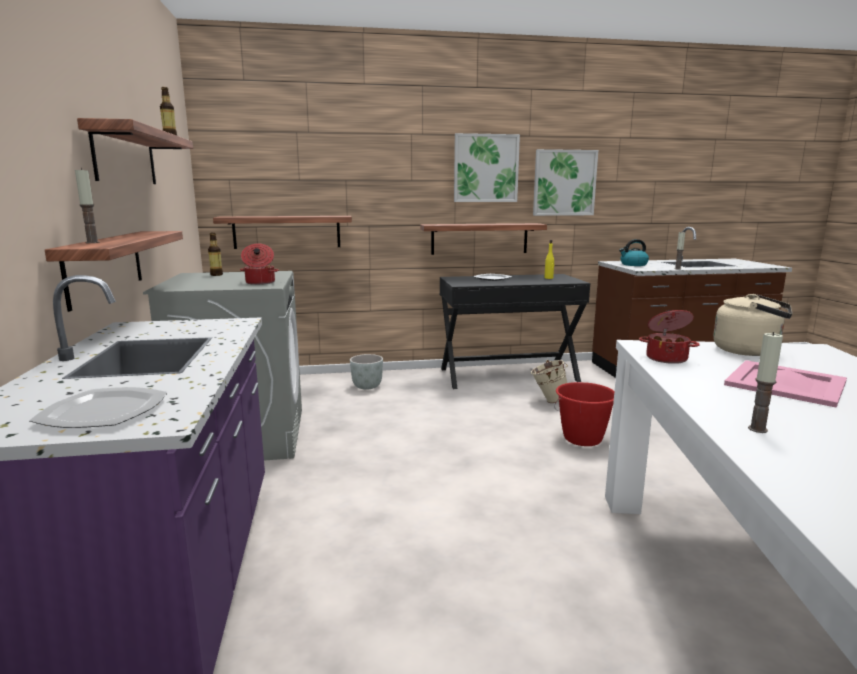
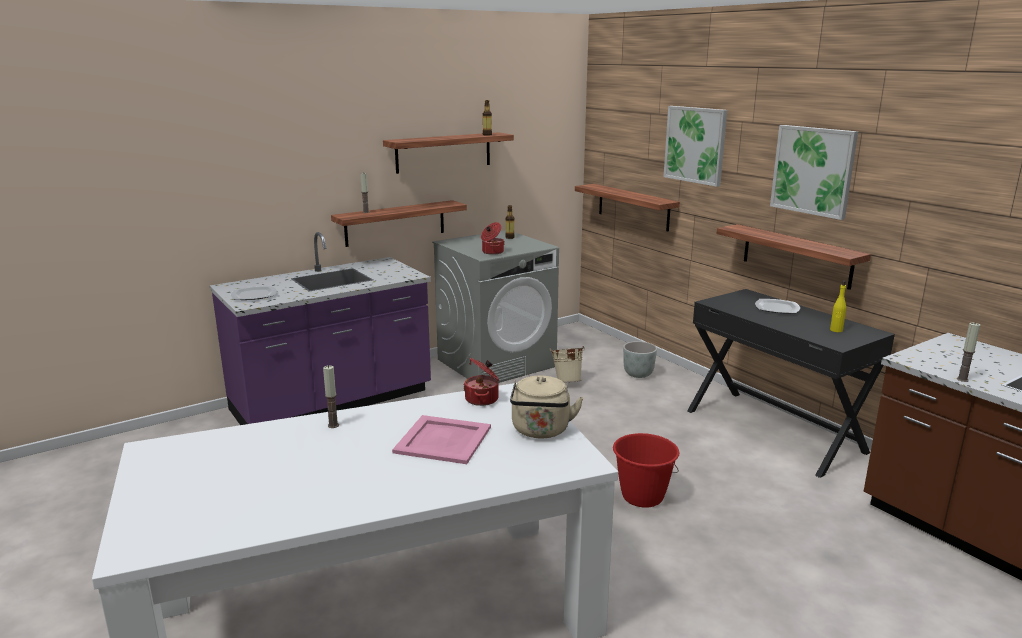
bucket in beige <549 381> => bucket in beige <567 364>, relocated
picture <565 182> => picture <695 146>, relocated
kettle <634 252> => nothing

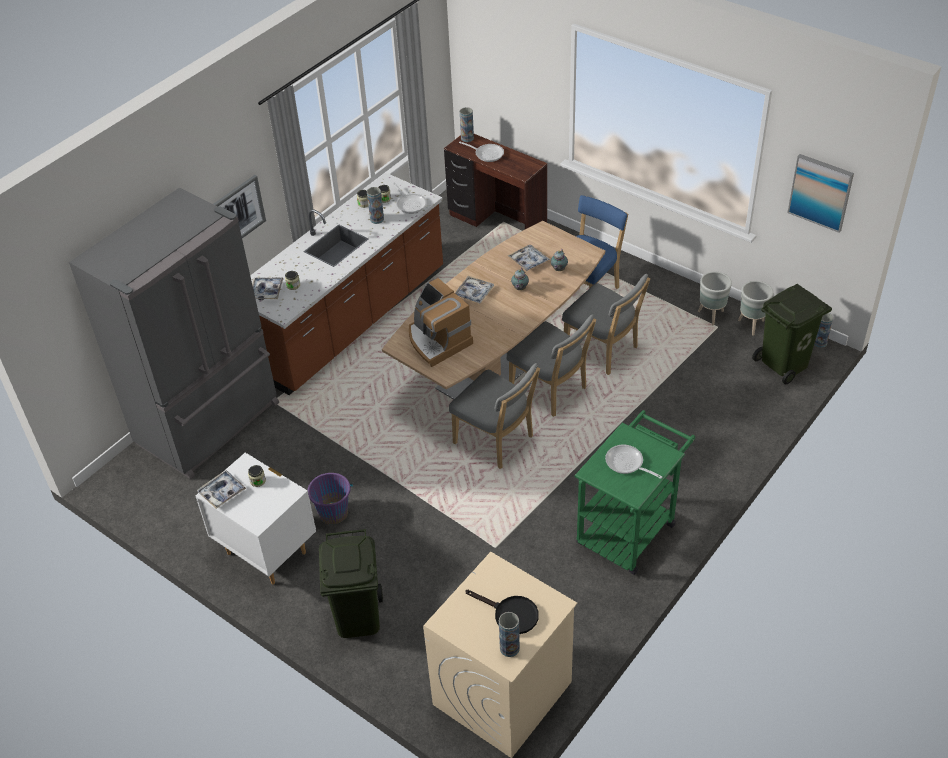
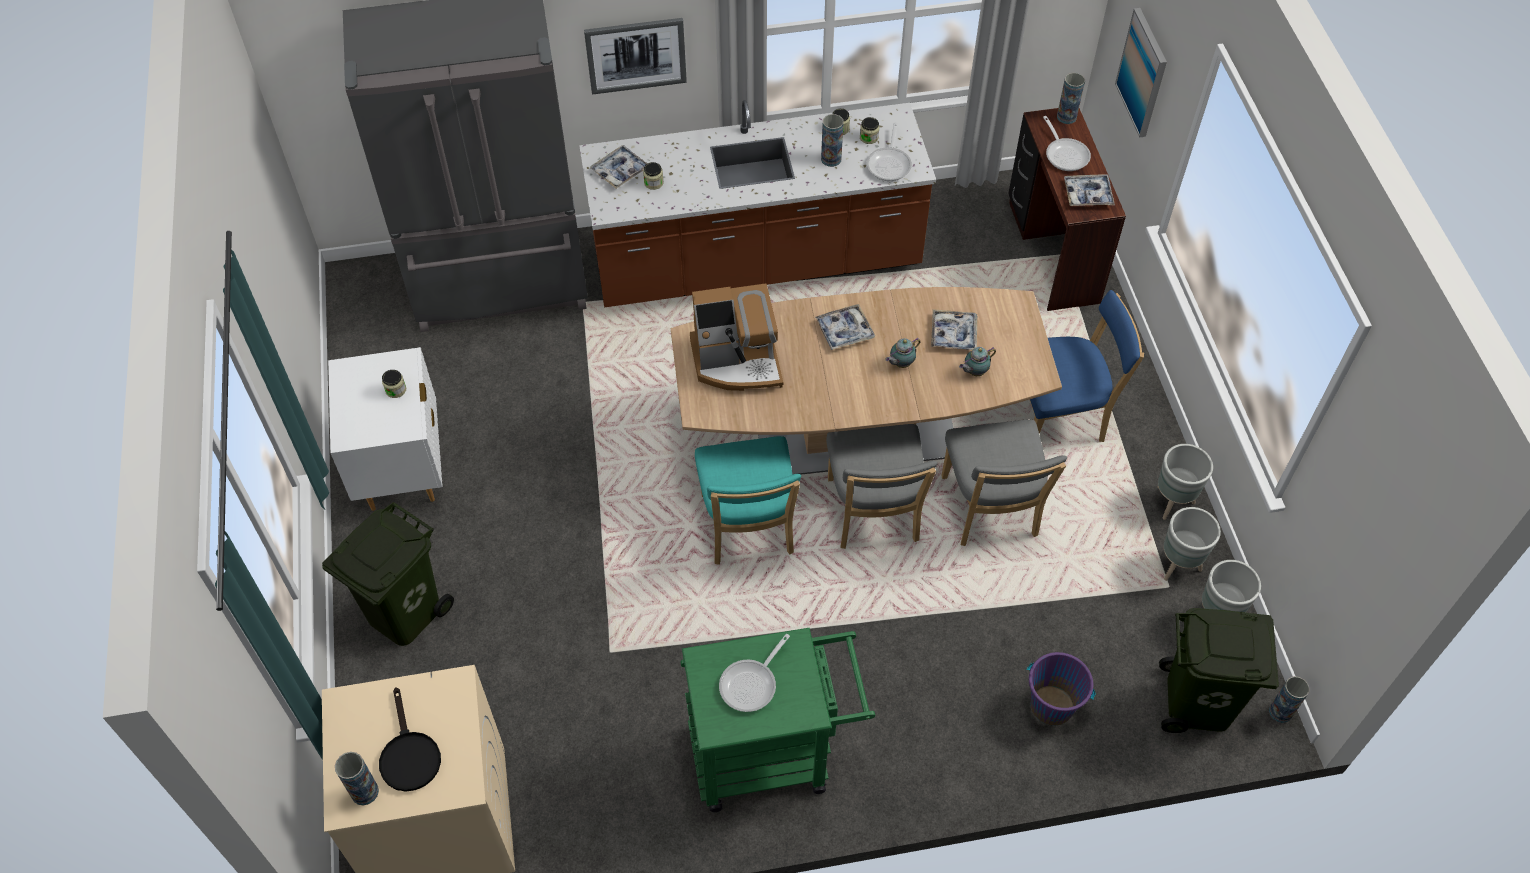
coffee machine <441 322> => coffee machine <737 337>, 105 degrees counterclockwise
chair in grey <494 416> => chair in turquoise <748 500>
frying pan <633 462> => frying pan <754 673>, 135 degrees counterclockwise
bucket in purple <330 499> => bucket in purple <1061 688>, relocated
tray <221 489> => tray <1089 190>, relocated
picture <820 193> => picture <1141 72>, relocated
nothing => planter in grey <1185 482>

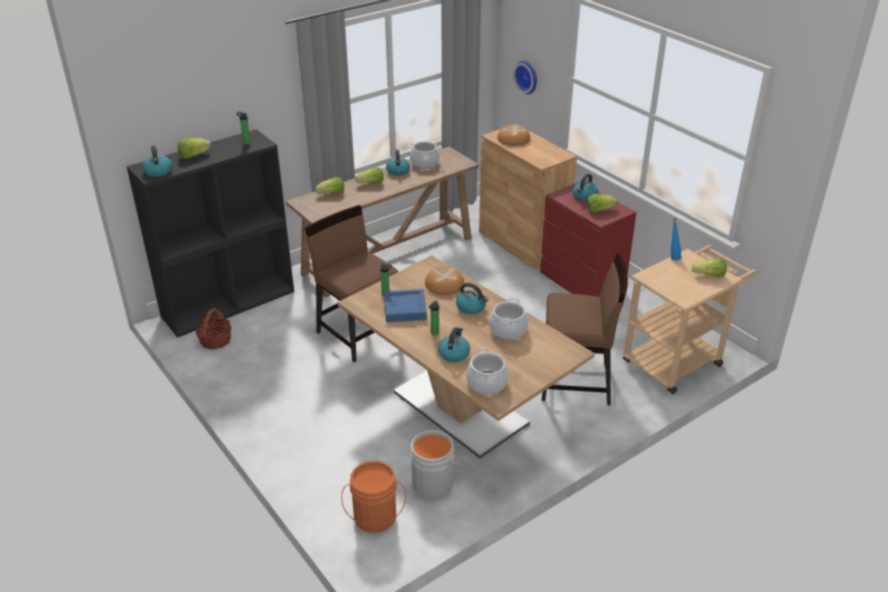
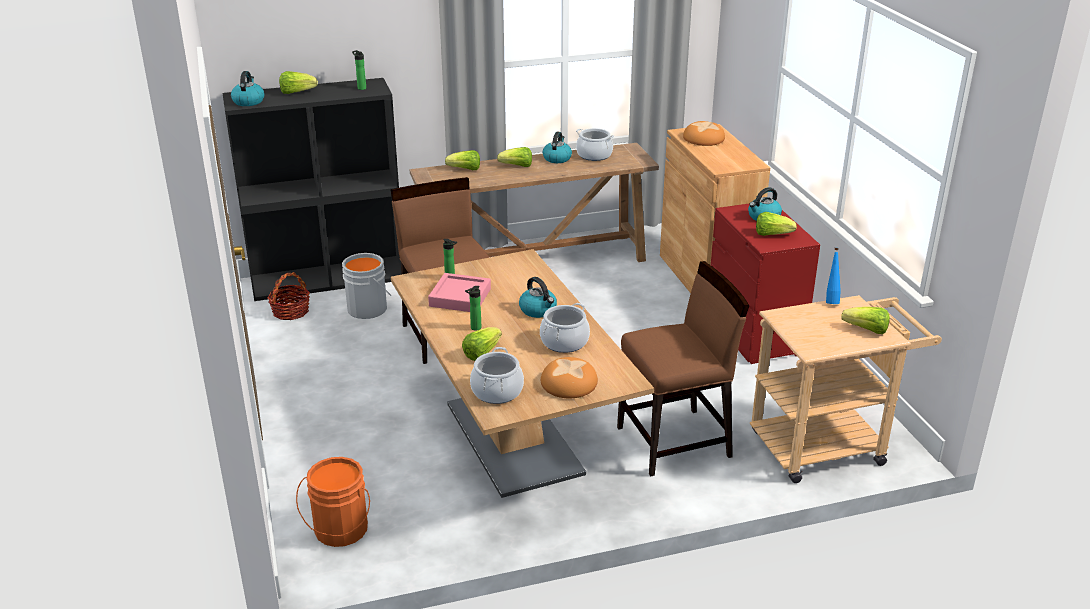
bucket in grey <437 464> => bucket in grey <367 286>, relocated
tray in blue <405 305> => tray in pink <459 292>
kettle <454 344> => lettuce <482 344>
bread <444 281> => bread <569 377>, relocated
chair in brown <585 329> => chair in brown <683 368>, 45 degrees counterclockwise
wall clock <525 77> => nothing

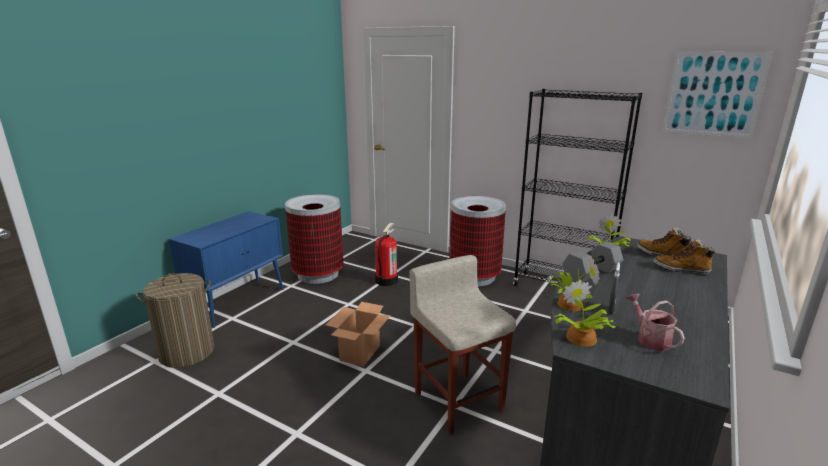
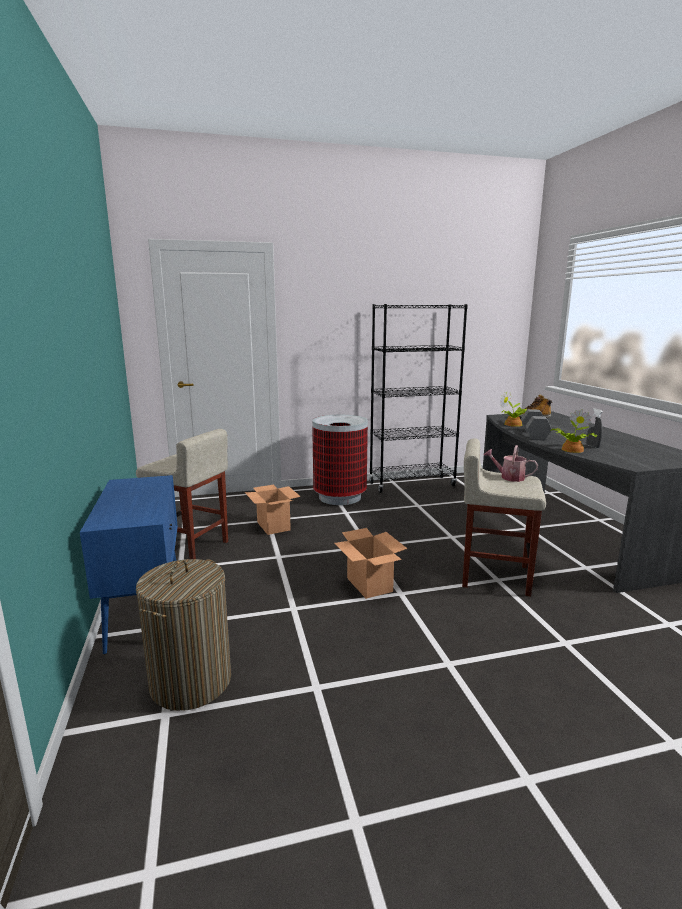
trash can <314 239> => stool in beige <182 494>
fire extinguisher <386 254> => cardboard box <273 510>
watering can <655 322> => watering can <511 463>, relocated
potted plant <585 313> => nothing
boot <685 256> => nothing
picture <717 94> => nothing

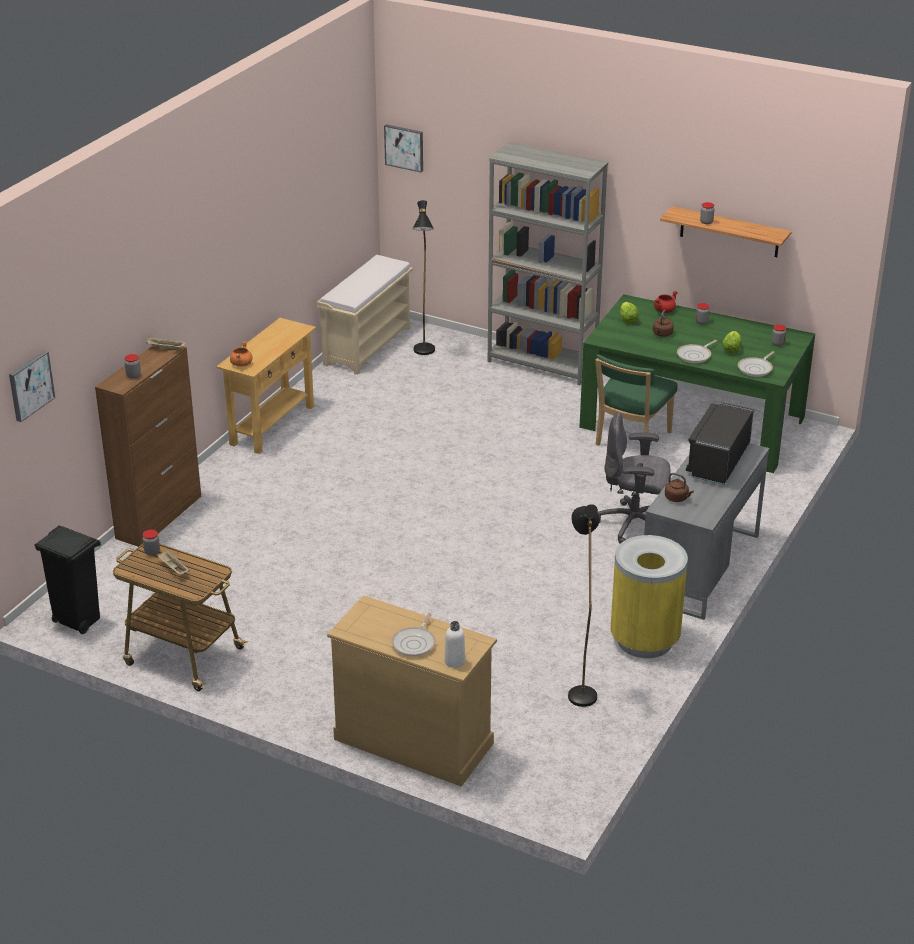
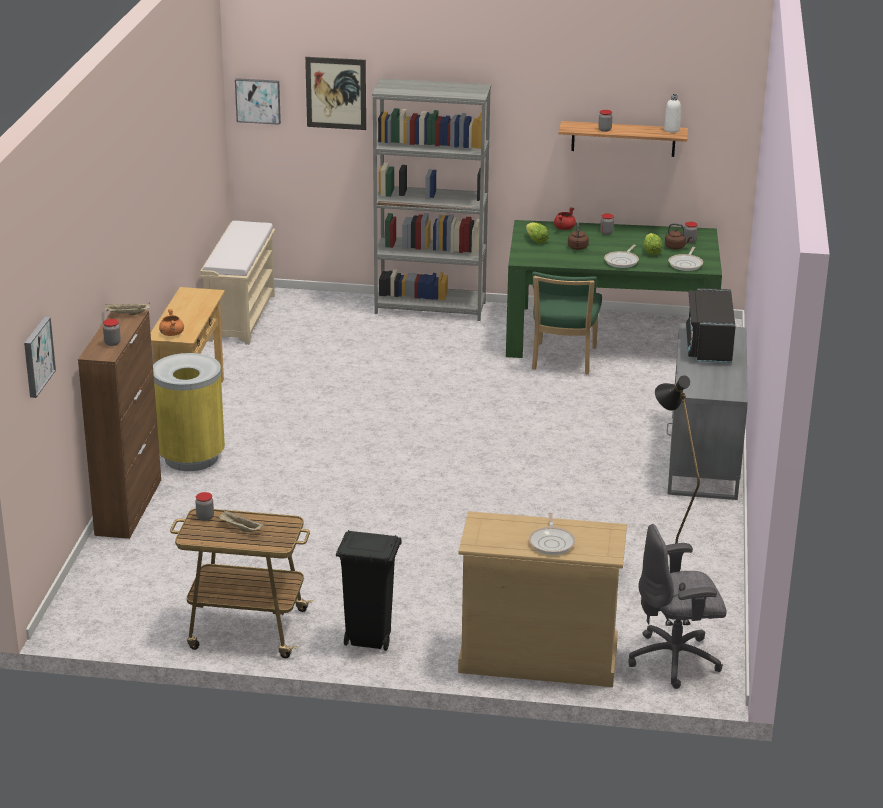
trash can in yellow <649 596> => trash can in yellow <189 412>, relocated
nothing => picture <335 93>
trash can in black <67 579> => trash can in black <368 590>, relocated
office chair in grey <634 478> => office chair in grey <677 606>, relocated
bottle in white <455 644> => bottle in white <672 113>, relocated
kettle in brown <679 487> => kettle in brown <678 236>, relocated
floor lamp in black <423 277> => nothing

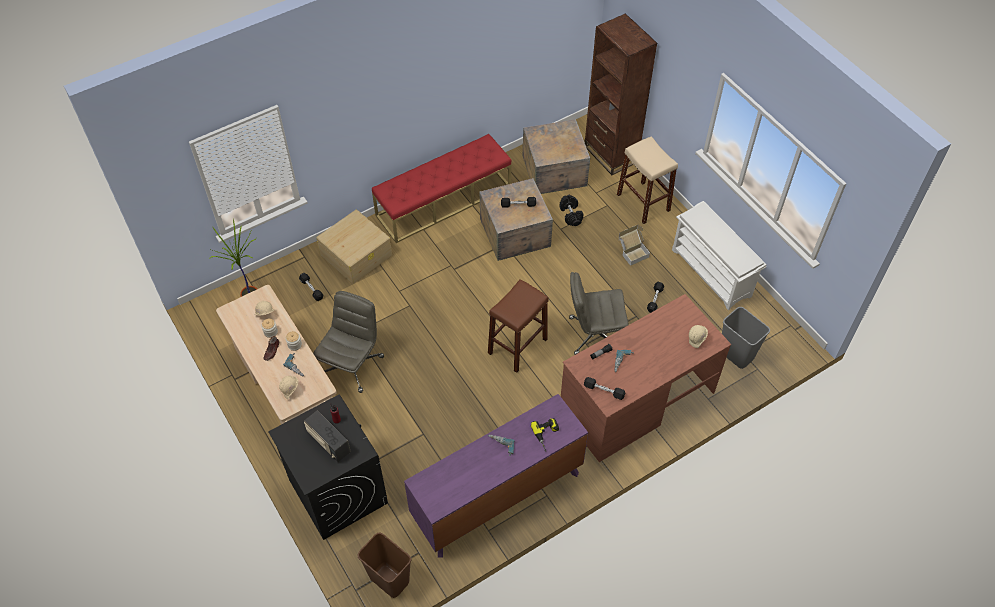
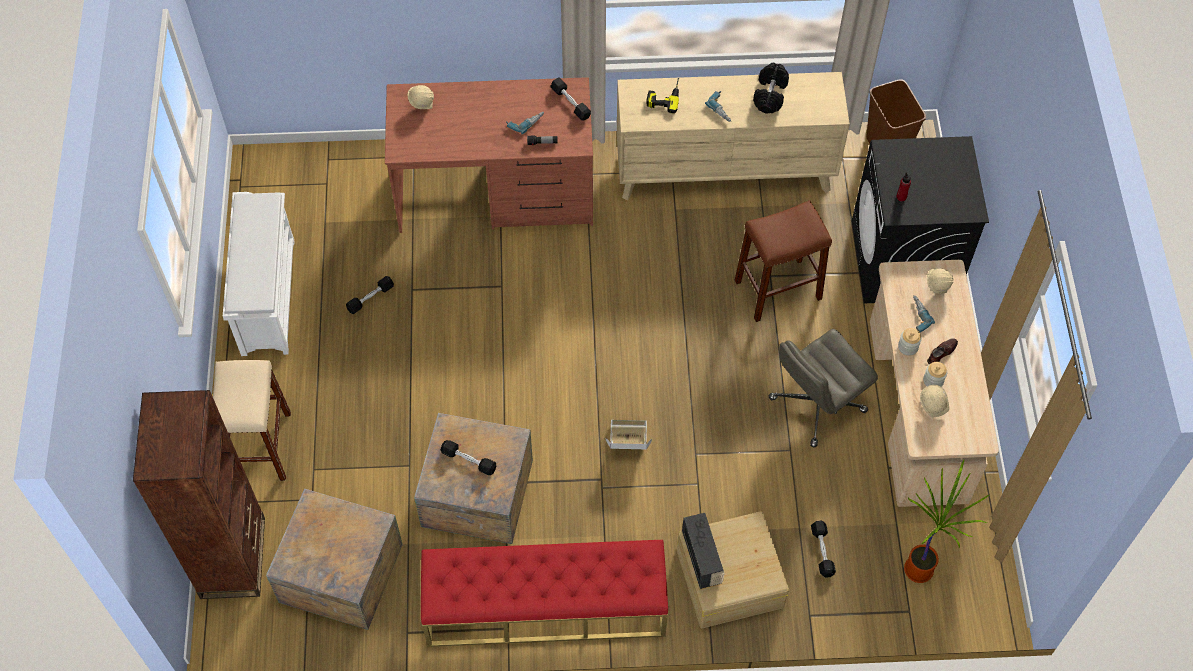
cardboard box <634 245> => cardboard box <628 434>, relocated
dresser in purple <496 476> => dresser in beige <733 136>
radio <327 436> => radio <703 551>, relocated
stool in brown <518 326> => stool in brown <783 261>, relocated
dumbbell in black <571 210> => dumbbell in black <771 88>, relocated
office chair in grey <599 313> => nothing
trash can in grey <746 338> => nothing

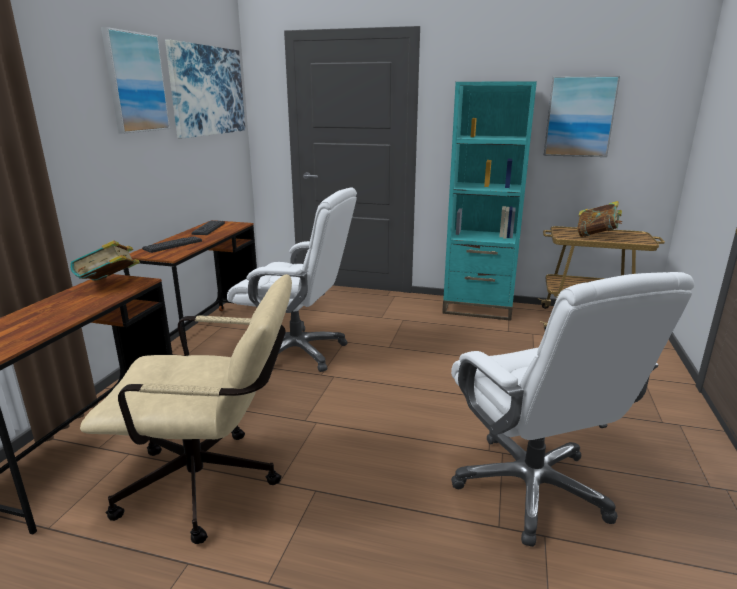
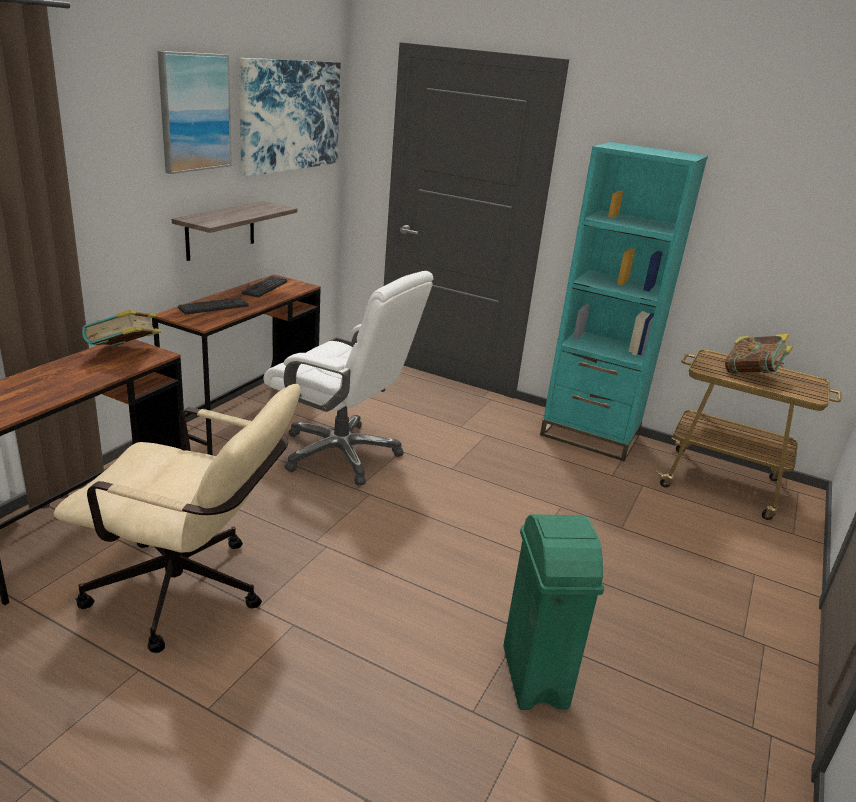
nothing => shelf <234 231>
office chair in white <572 409> => trash can in green <553 612>
picture <582 116> => nothing

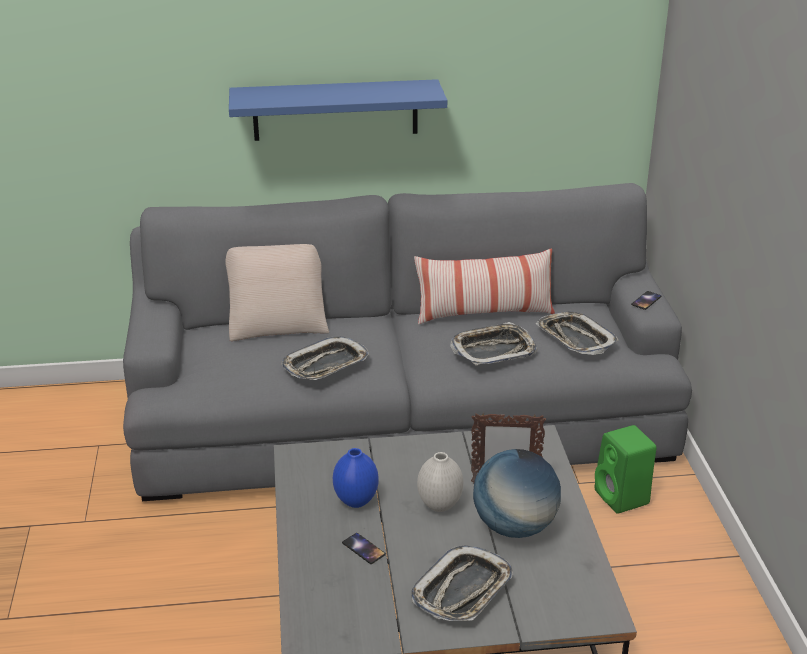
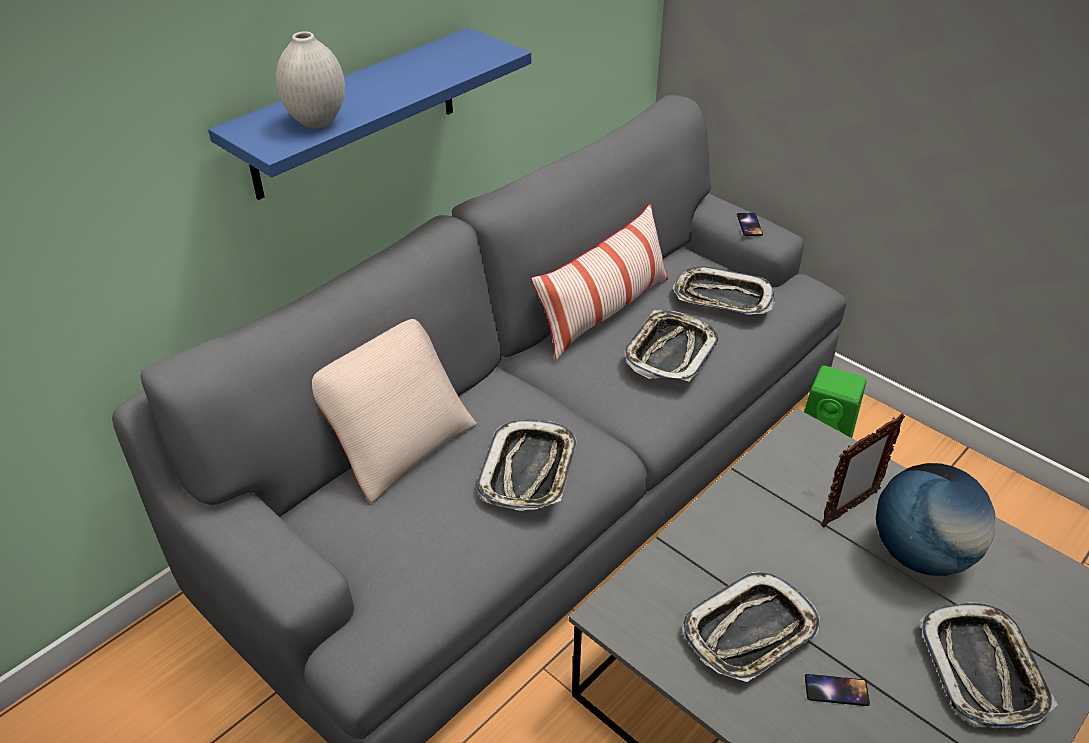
vase in white <440 482> => vase in white <310 79>, relocated
vase in blue <356 478> => tray <751 626>

